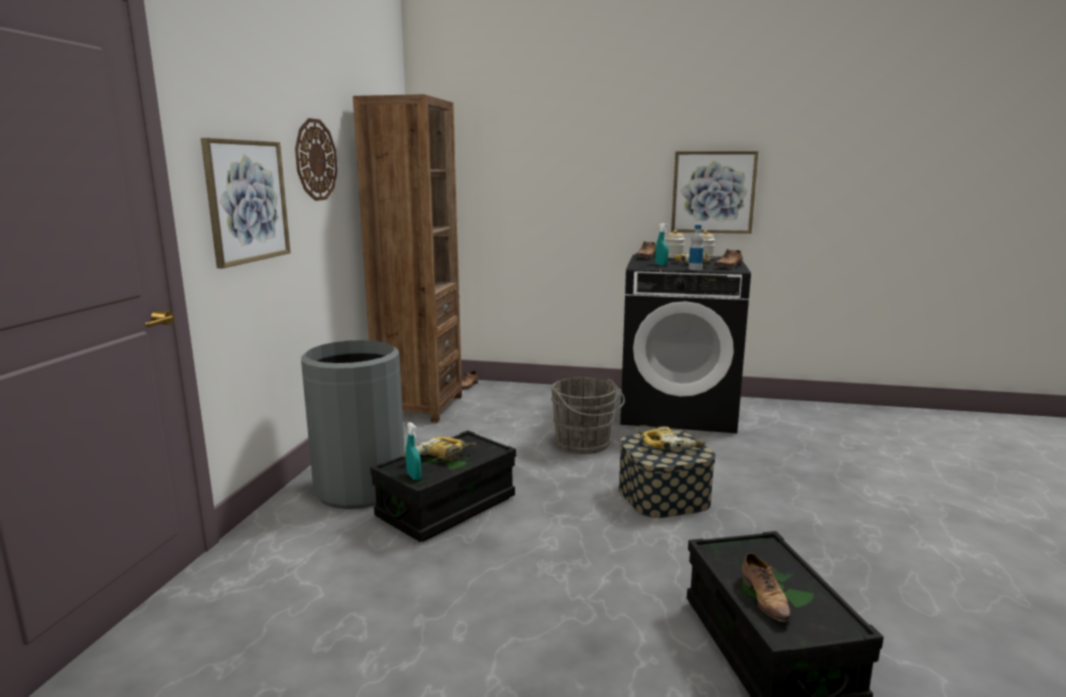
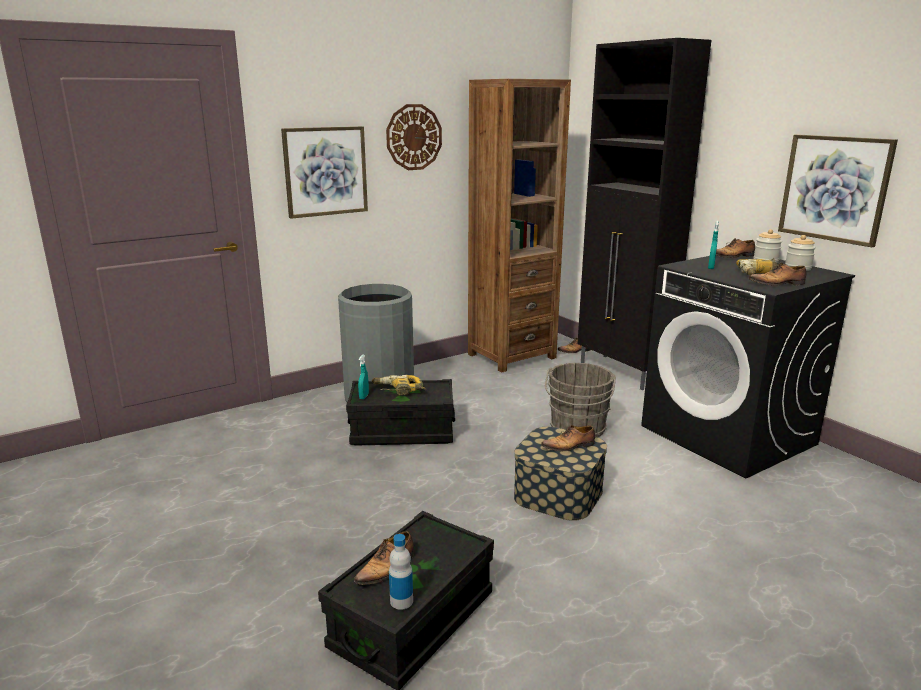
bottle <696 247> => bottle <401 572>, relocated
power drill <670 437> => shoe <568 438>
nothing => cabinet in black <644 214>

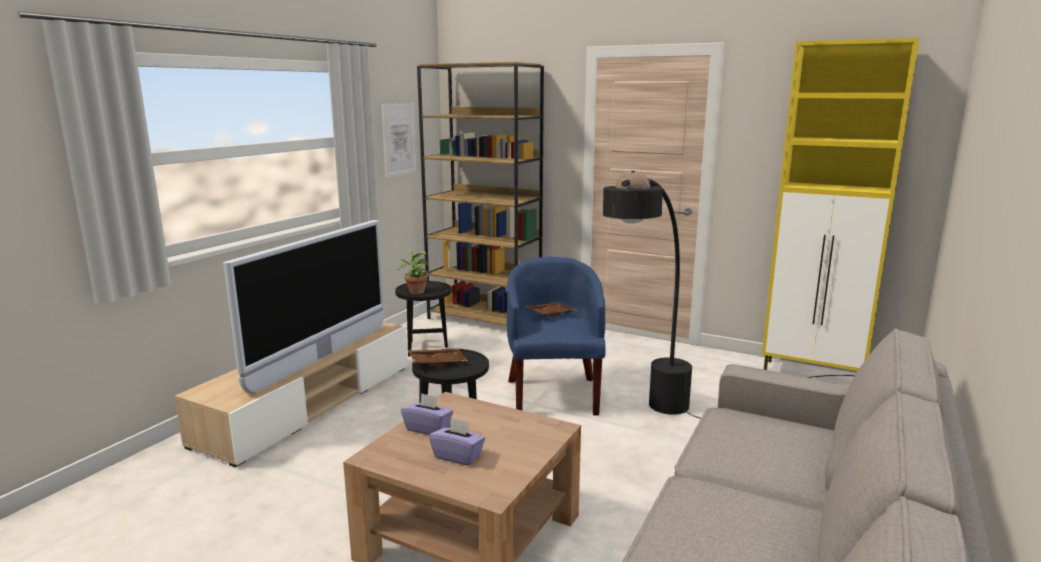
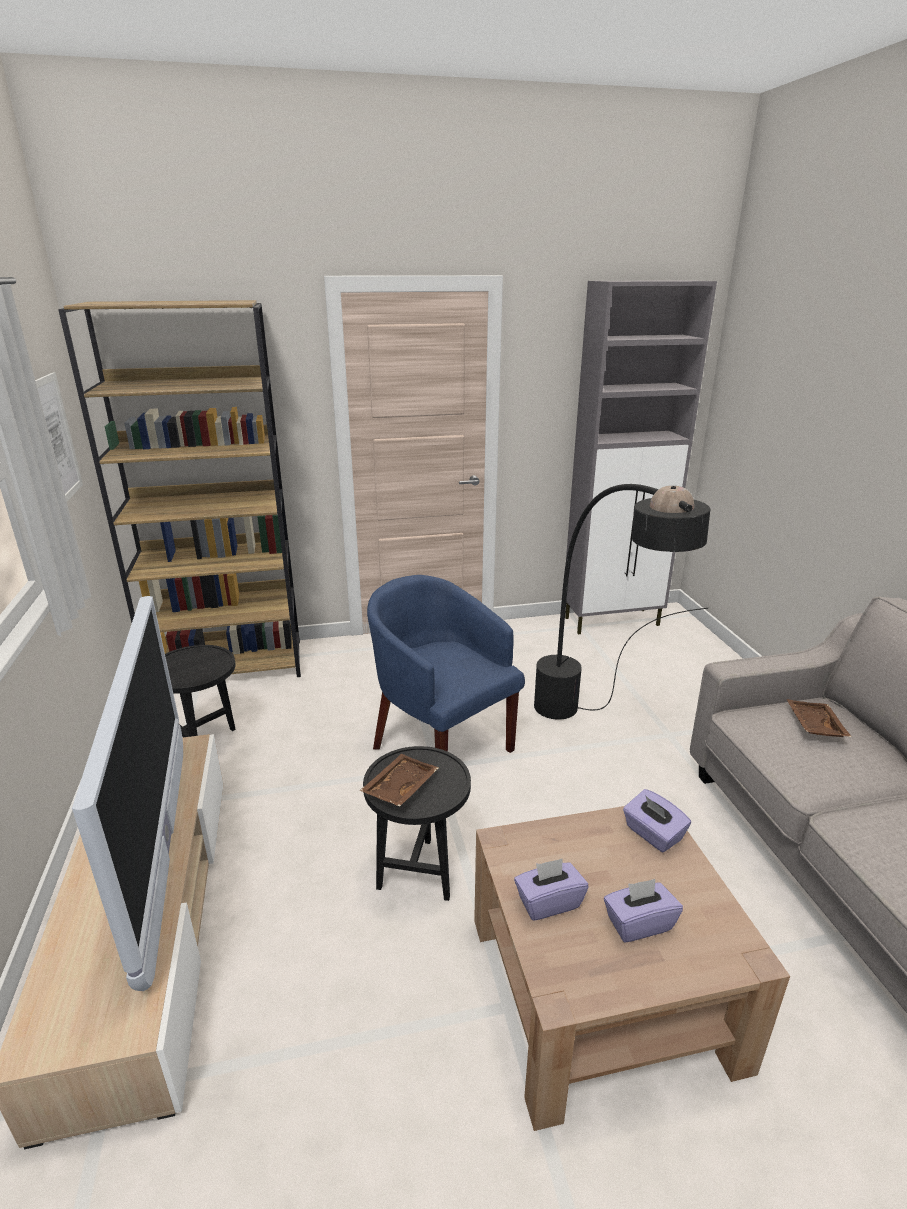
cabinet in yellow <840 204> => cabinet in grey <641 457>
nothing => tissue box in purple <657 820>
tray in brown <550 310> => tray in brown <819 718>, relocated
potted plant <413 271> => nothing

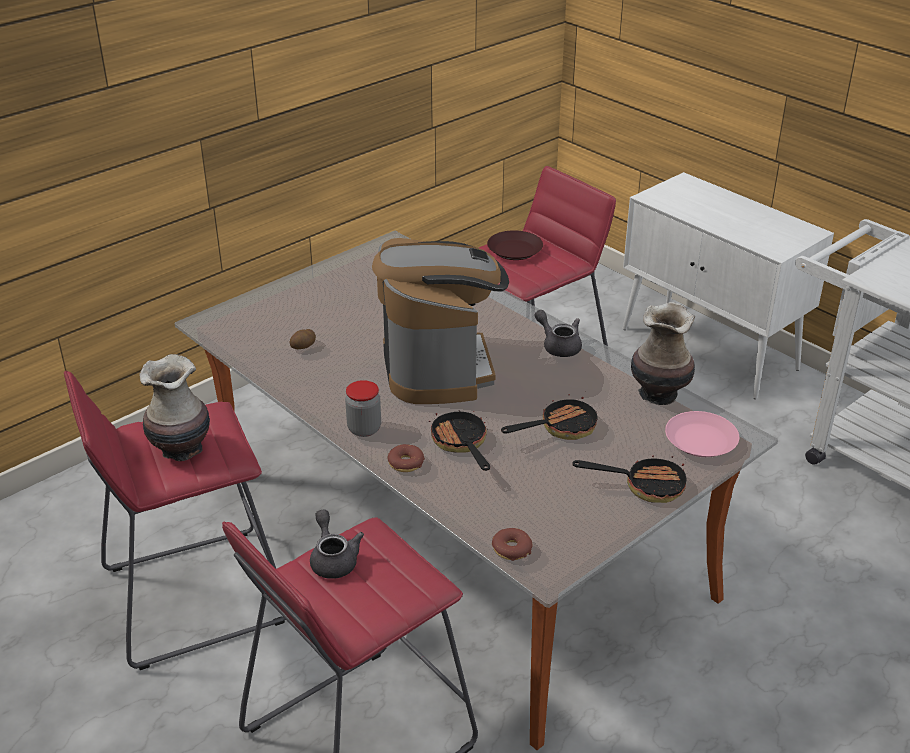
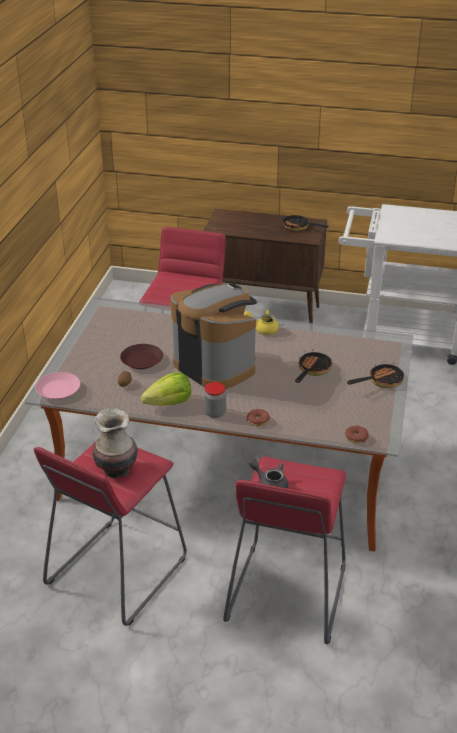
plate in pink <702 434> => plate in pink <57 386>, relocated
plate in brown <515 245> => plate in brown <141 356>, relocated
nothing => lettuce <166 389>
cabinet in white <728 285> => cabinet in brown <265 266>
teapot in grey <558 333> => teapot in yellow <261 322>
frying pan <459 438> => frying pan <305 223>, relocated
vase <663 353> => nothing

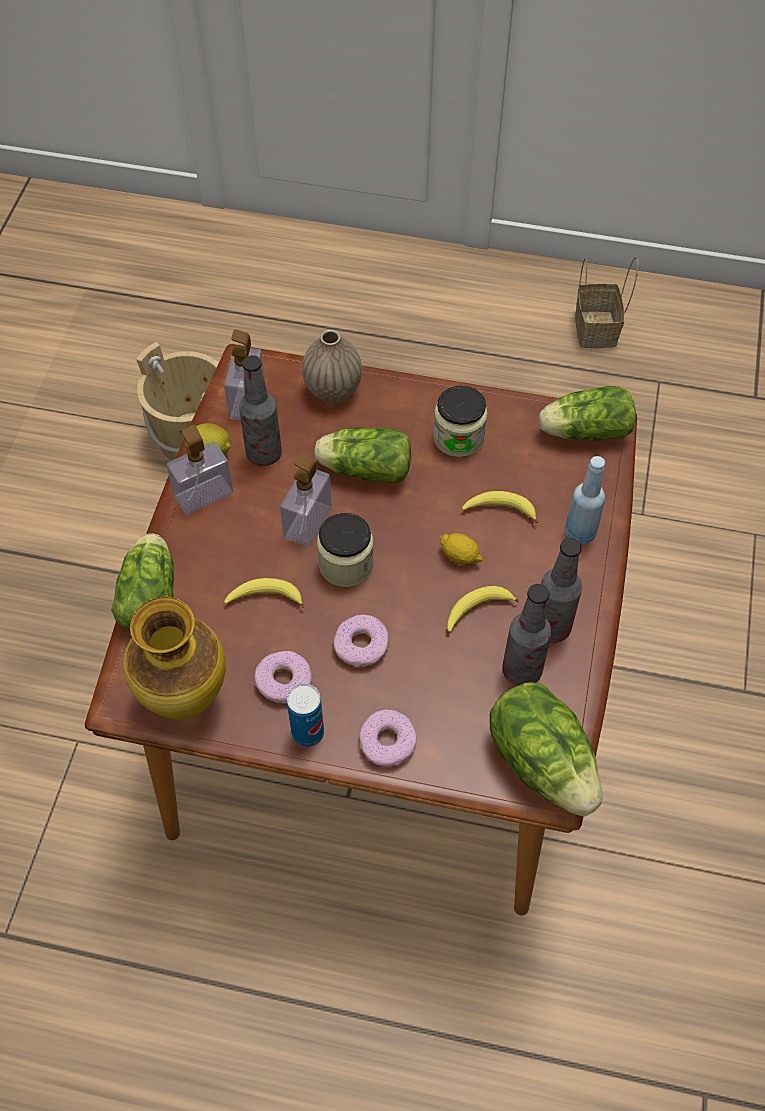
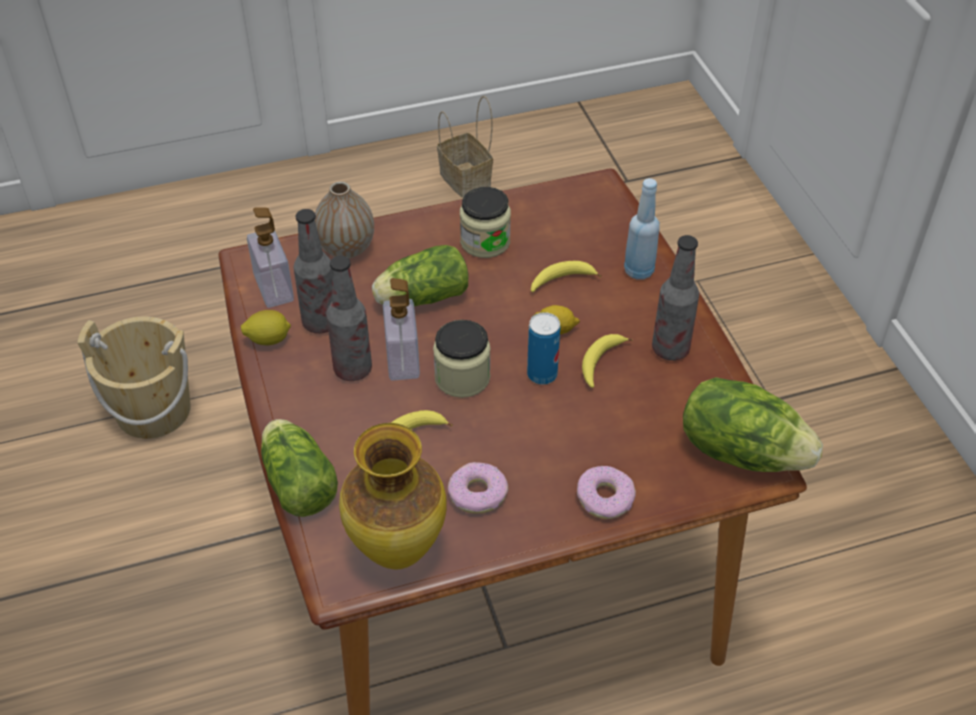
bottle <527 635> => bottle <349 318>, relocated
can <305 715> => can <543 348>, relocated
soap dispenser <200 470> => nothing
donut <361 640> => nothing
lettuce <587 413> => nothing

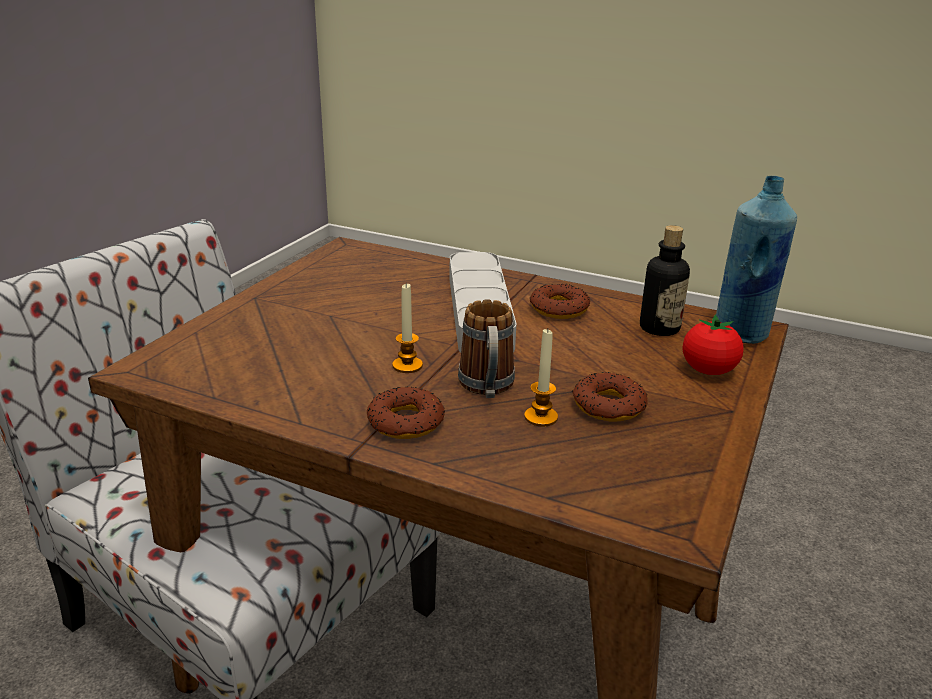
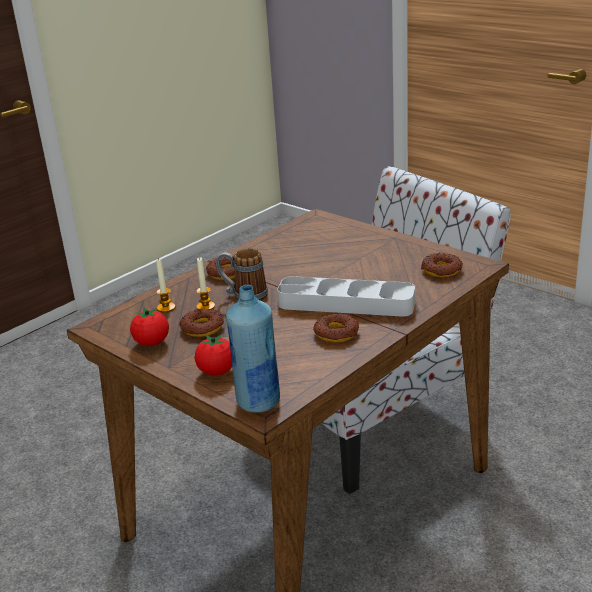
nothing => tomato <149 326>
candle <407 328> => candle <165 285>, relocated
nothing => donut <442 265>
bottle <665 280> => nothing

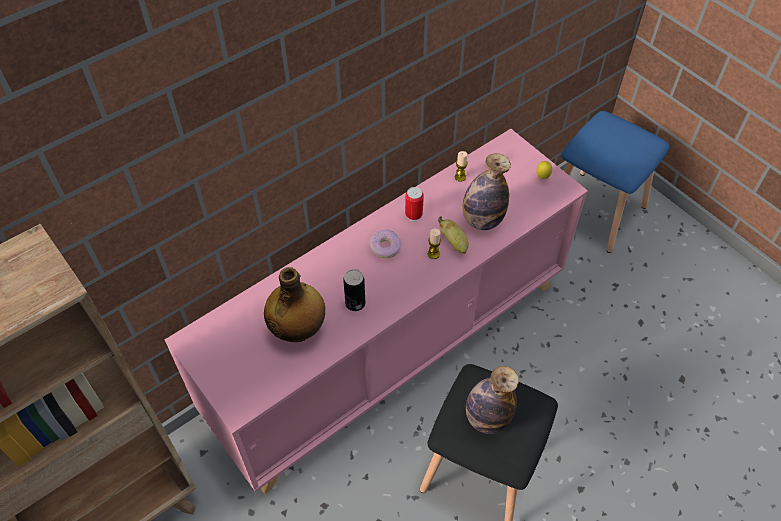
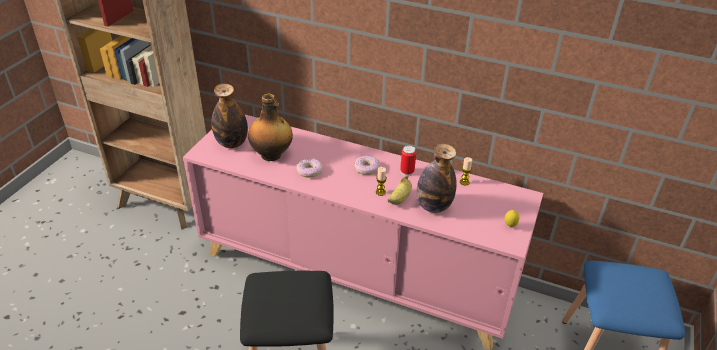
bottle <492 400> => bottle <229 116>, relocated
can <354 290> => donut <310 168>

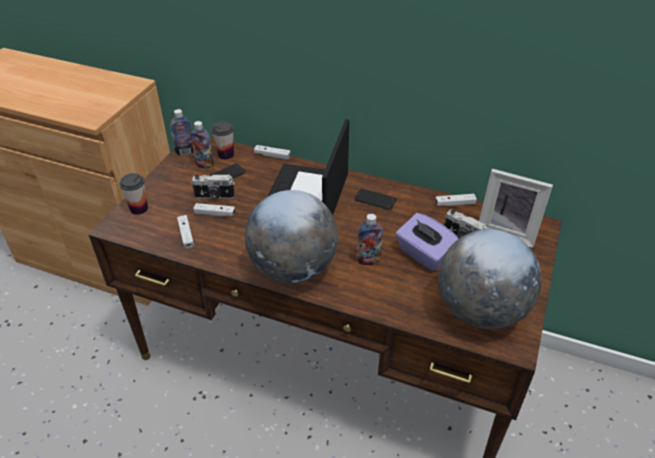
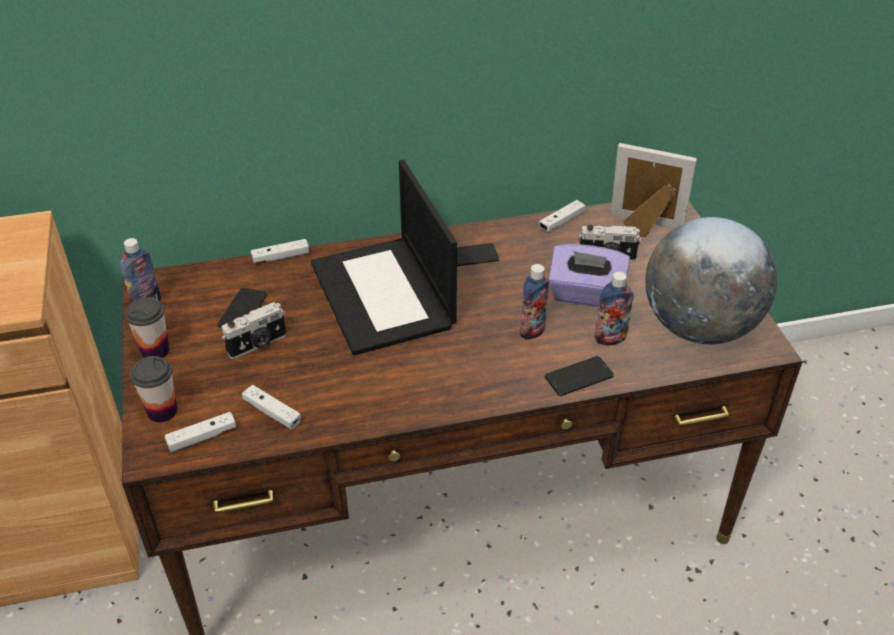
cup <223 140> => cup <147 327>, relocated
game controller in white <214 209> => game controller in white <200 432>, relocated
nothing => phone <579 376>
bottle <202 145> => bottle <614 308>, relocated
picture frame <516 208> => picture frame <654 190>, 150 degrees counterclockwise
globe <291 236> => nothing

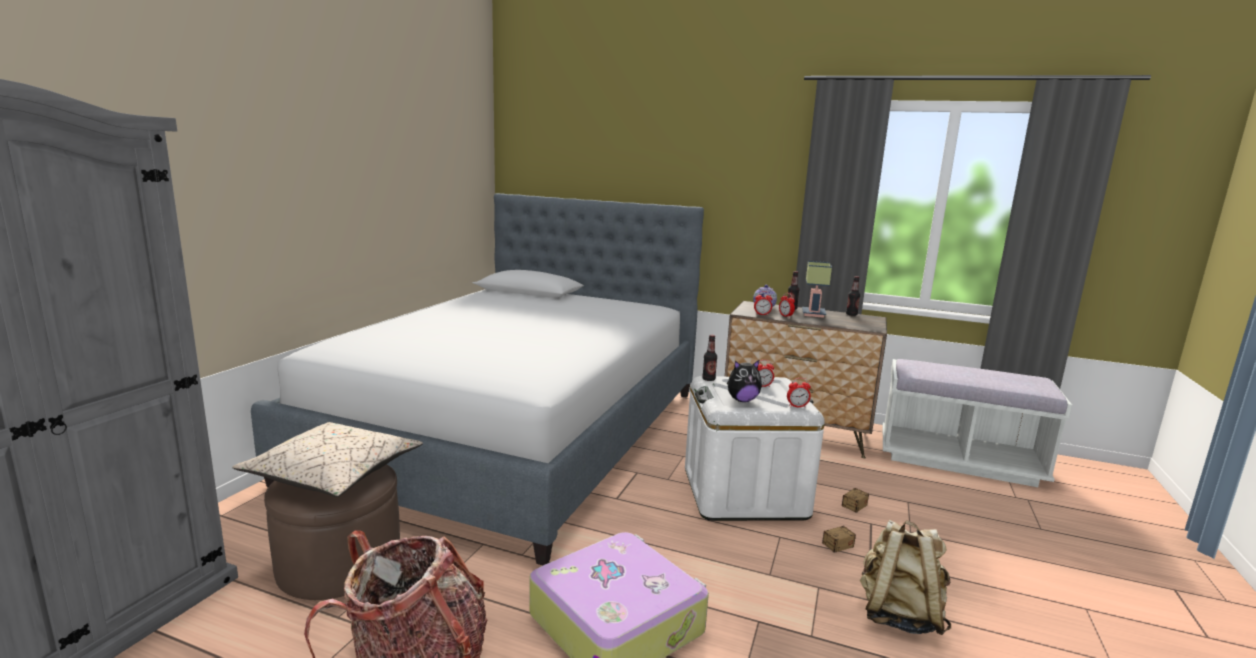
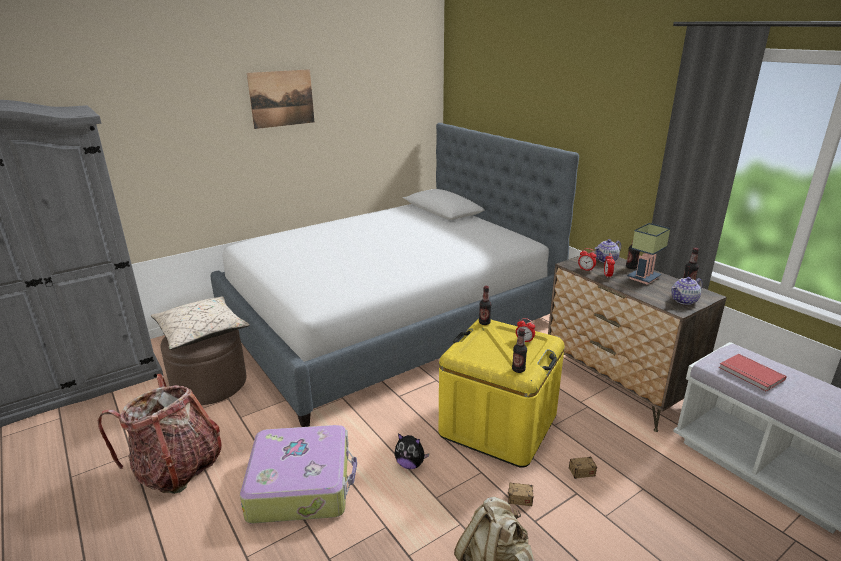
nothing => picture <280 99>
plush toy <744 381> => plush toy <411 451>, relocated
storage box in white <755 448> => storage box in yellow <502 393>
alarm clock <799 392> => bottle <519 350>
nothing => teapot <687 291>
nothing => book in red <752 373>

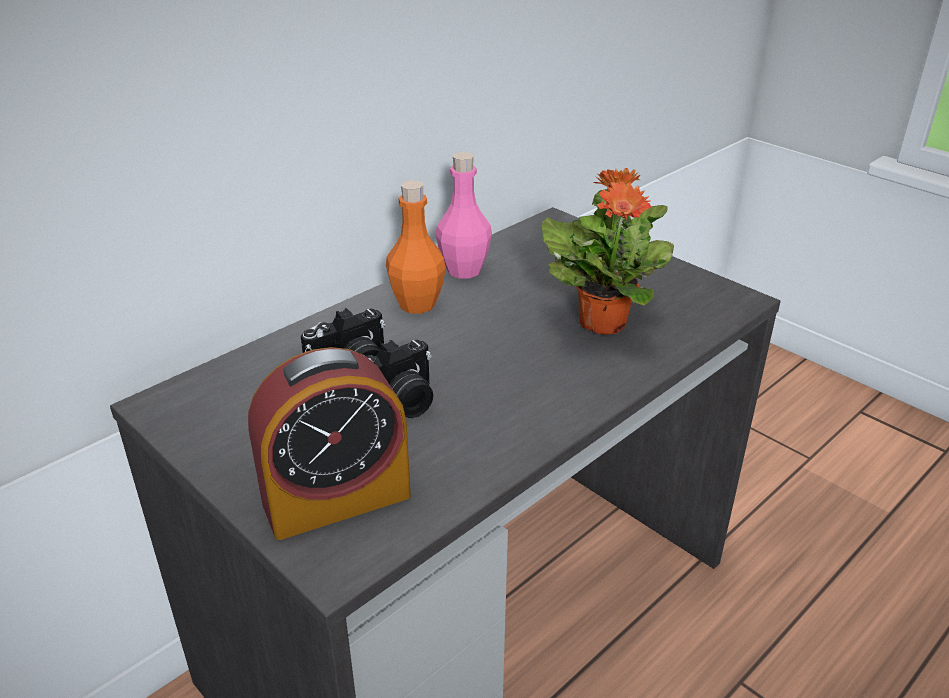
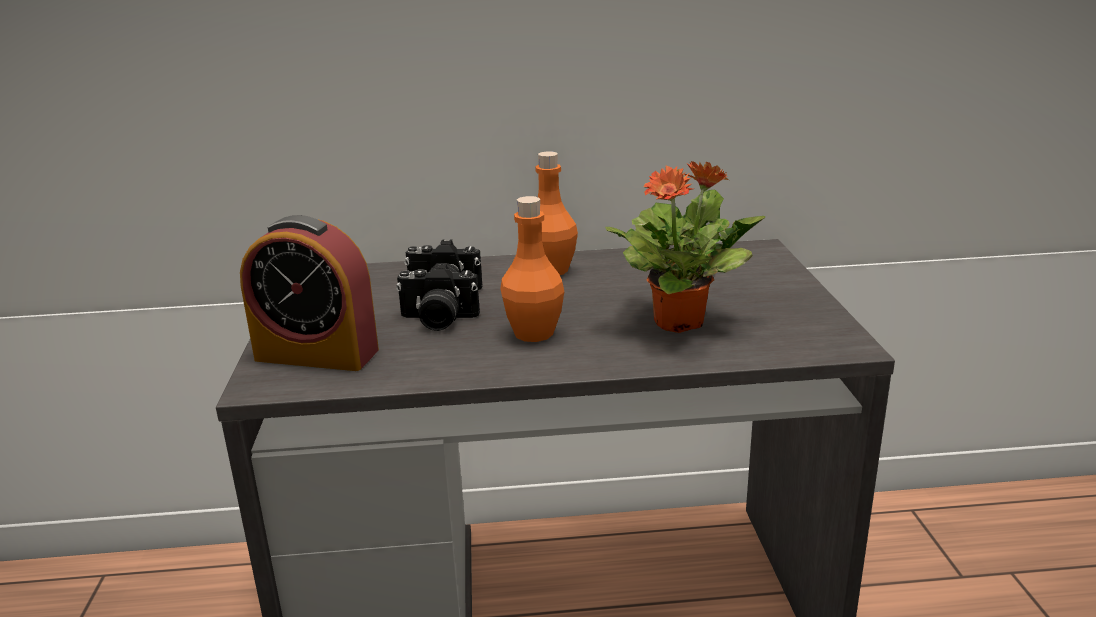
nothing => bottle in orange <532 269>
bottle in pink <463 215> => nothing

